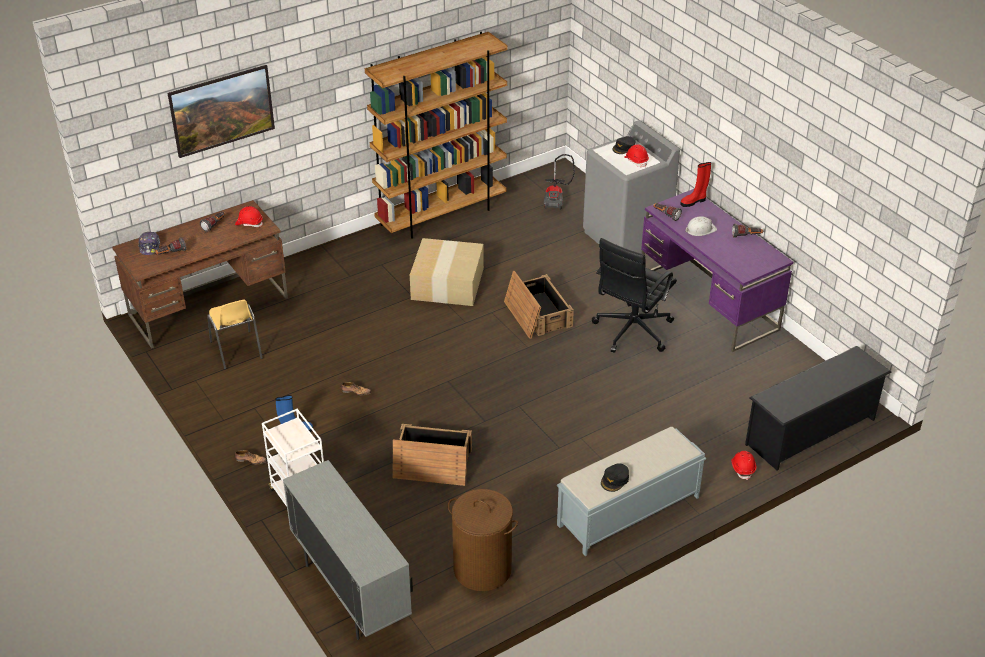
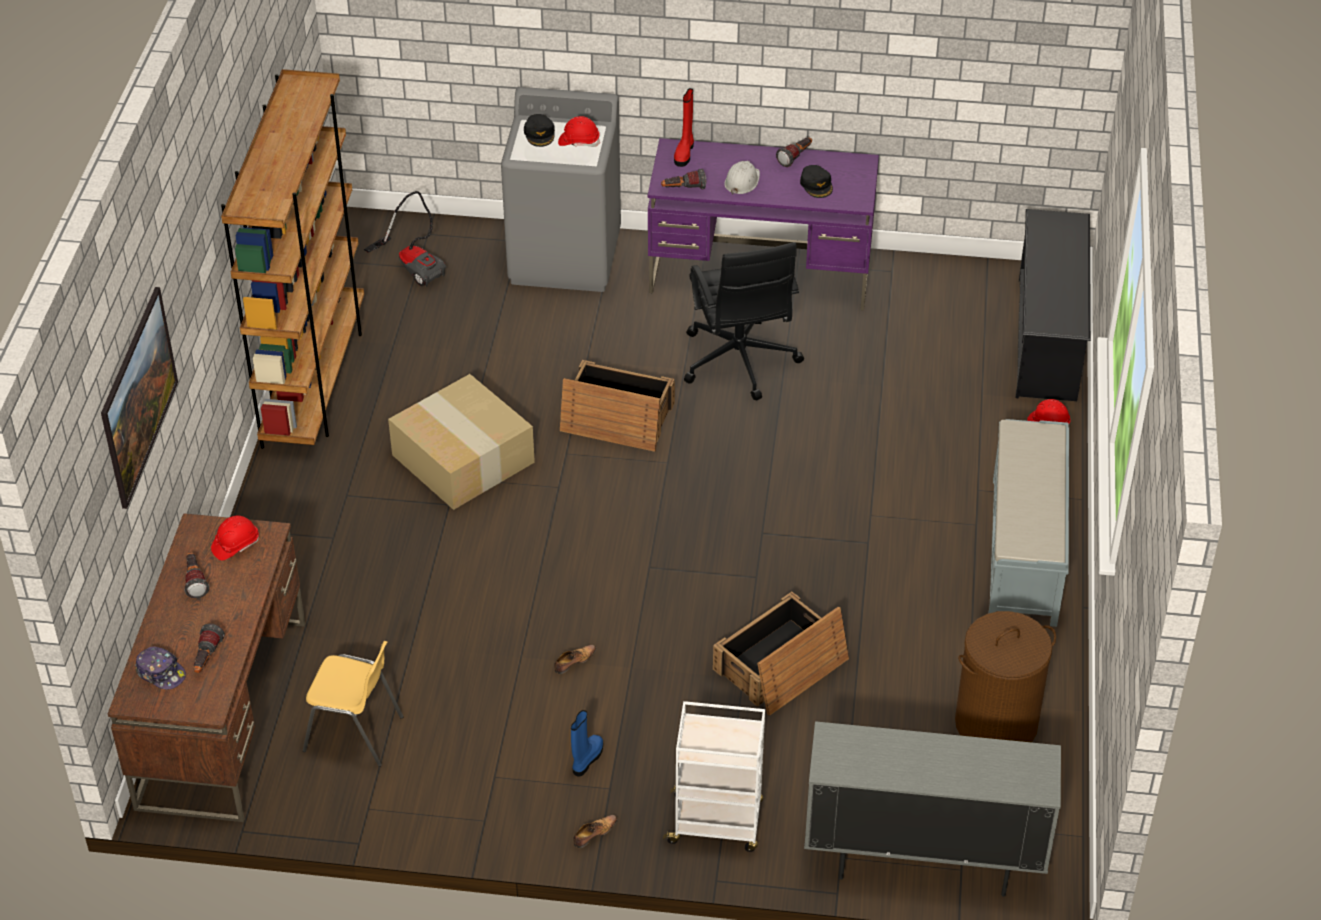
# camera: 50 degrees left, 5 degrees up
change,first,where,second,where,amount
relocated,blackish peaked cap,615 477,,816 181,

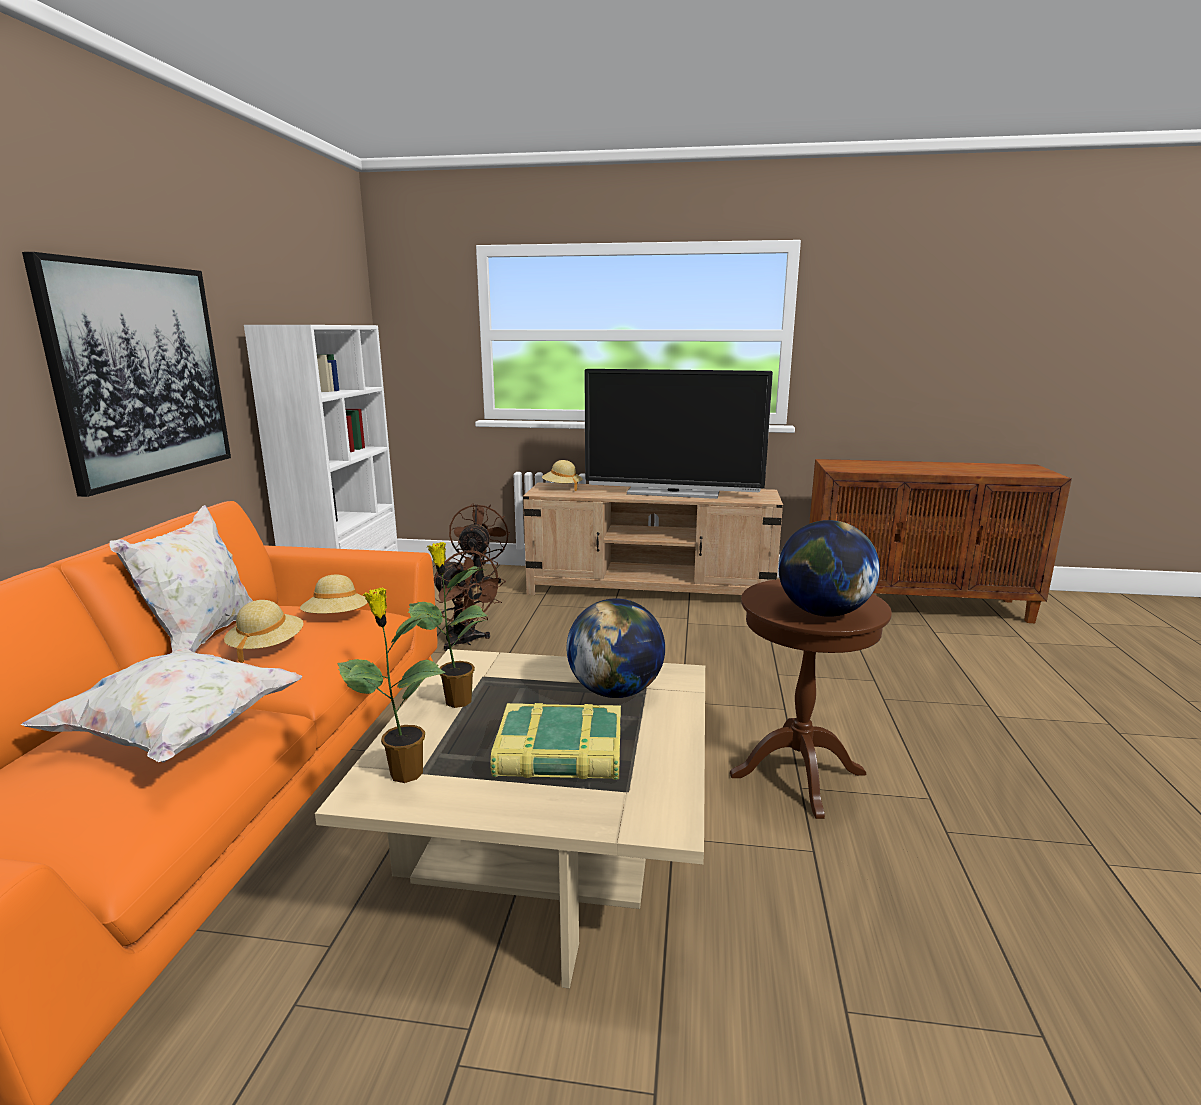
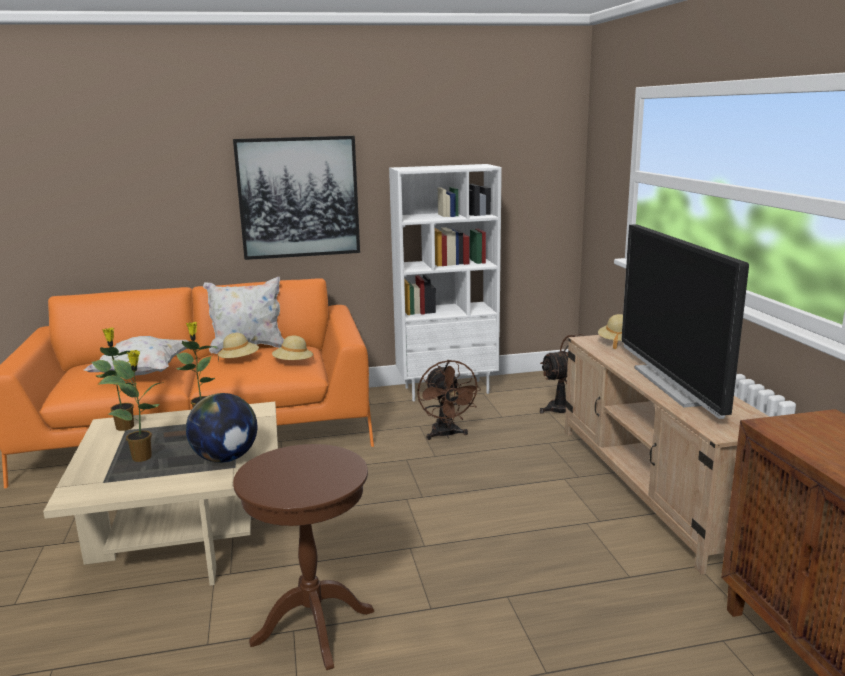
# camera: 70 degrees right, 0 degrees up
change,first,where,second,where,amount
missing,desk globe,829 568,,,
exchanged,bound book,556 741,potted plant,131 406,
spun,brown-coloured electric fan,470 600,,449 400,45 degrees counterclockwise

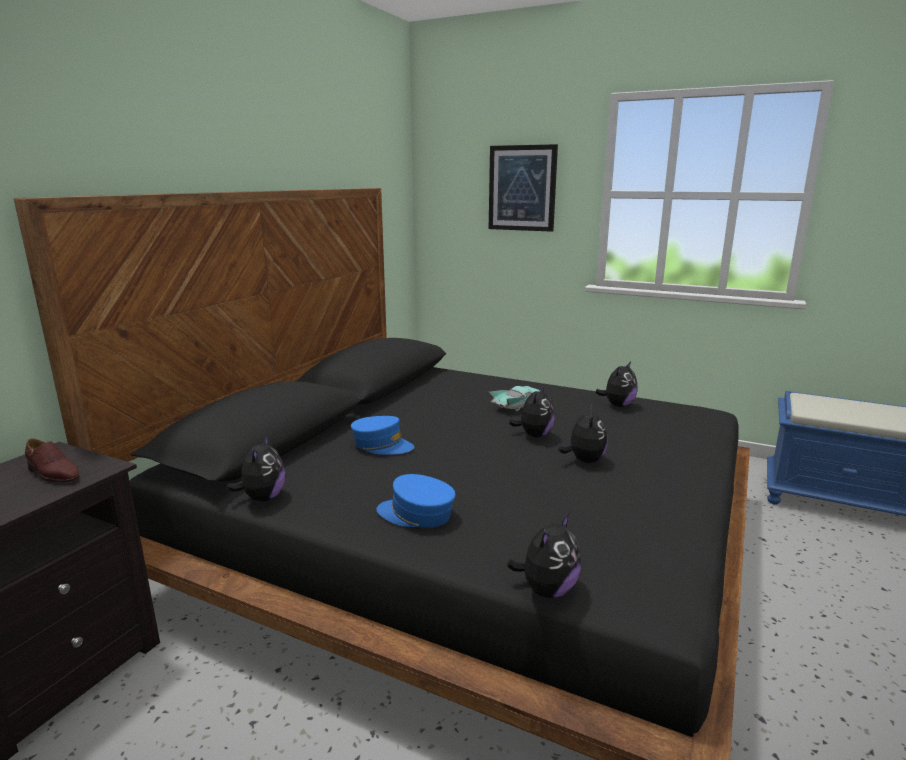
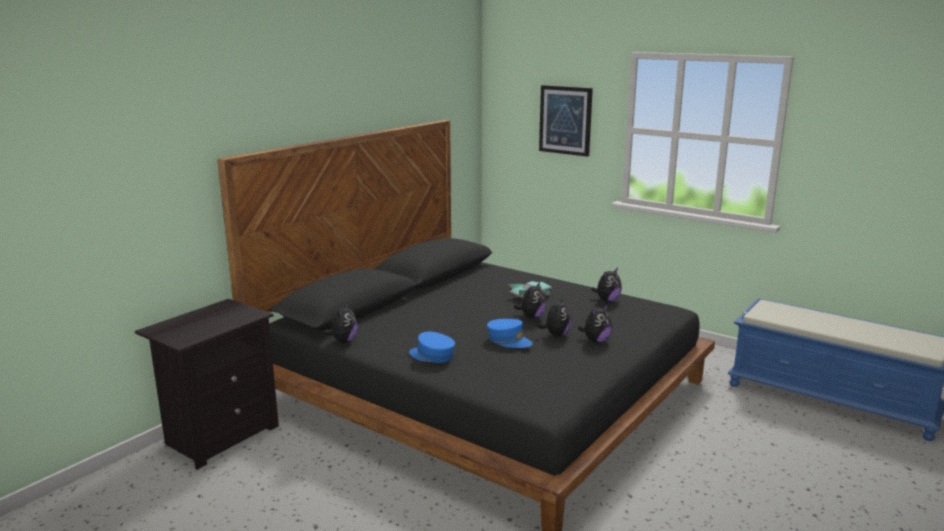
# camera: 10 degrees right, 0 degrees up
change,first,where,second,where,amount
missing,brown-coloured shoe,52 460,,,
relocated,bluish peaked cap,382 435,,510 333,
relocated,soft toy,544 555,,595 323,

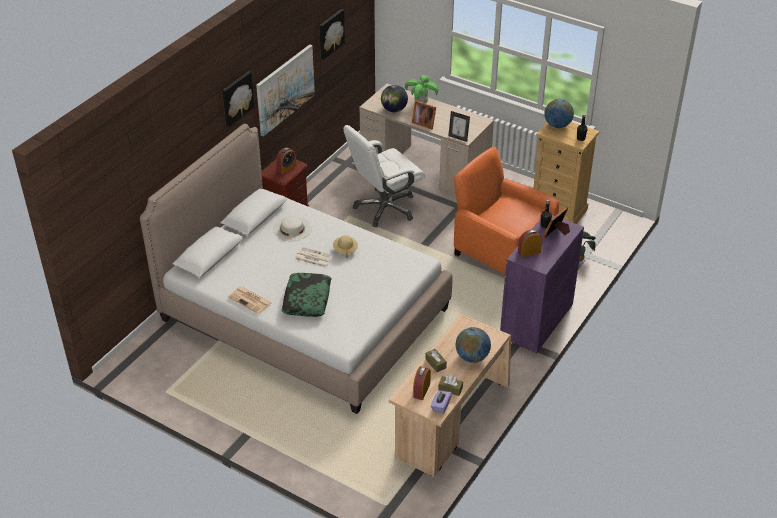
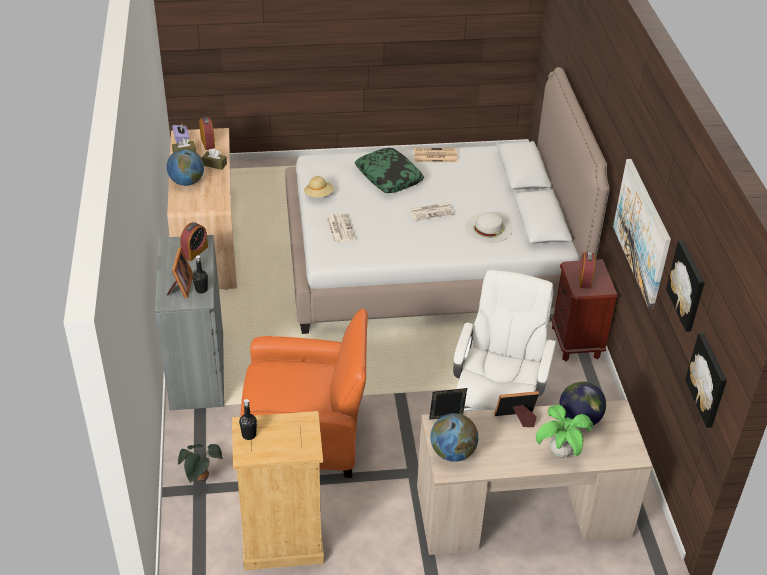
# camera: 140 degrees right, 0 degrees up
change,first,where,second,where,amount
appeared,,,printed paper,341 228,
relocated,picture,238 99,,706 380,
relocated,beige hat,345 246,,319 187,
relocated,desk globe,559 113,,454 437,
colour,purple-coloured cupboard,542 284,gray cupboard,189 322,

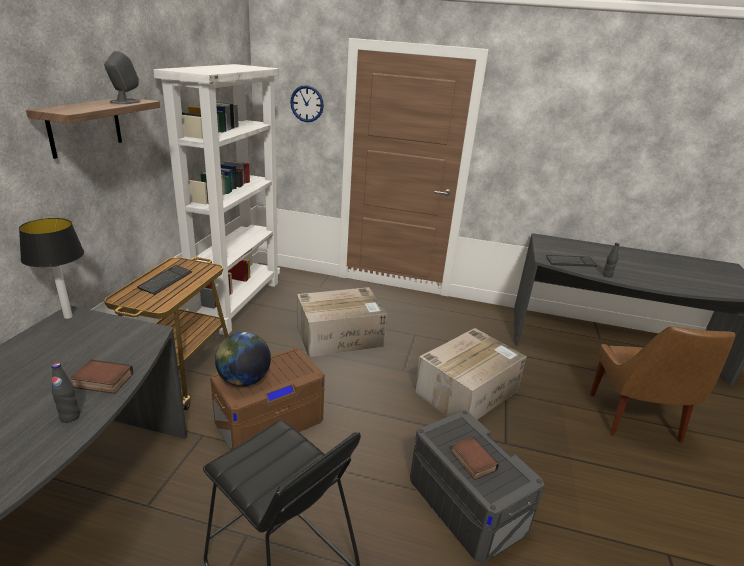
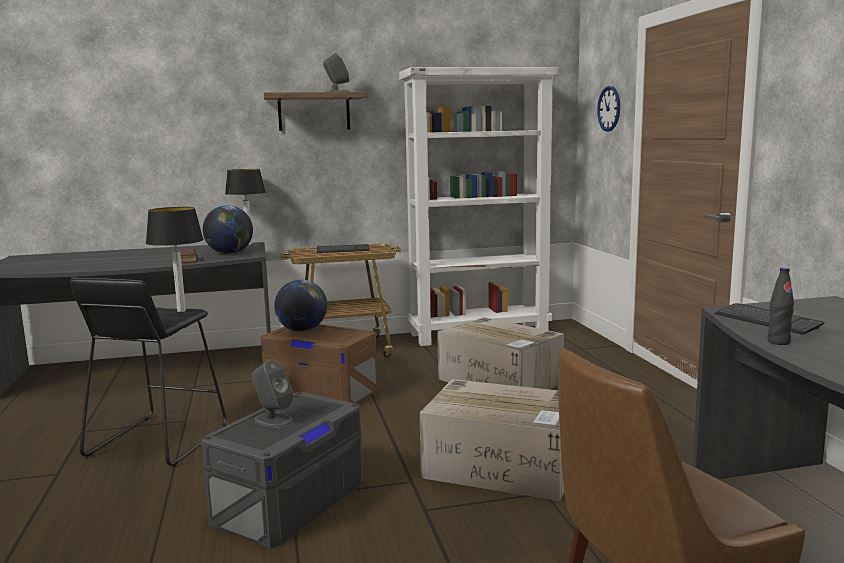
# camera: 65 degrees right, 15 degrees down
change,first,where,second,where,amount
missing,blackish drink bottle,66 393,,,
appeared,,,lamp for a table,175 259,
appeared,,,desk globe,228 229,
exchanged,bound book,475 458,gray loudspeaker,272 394,

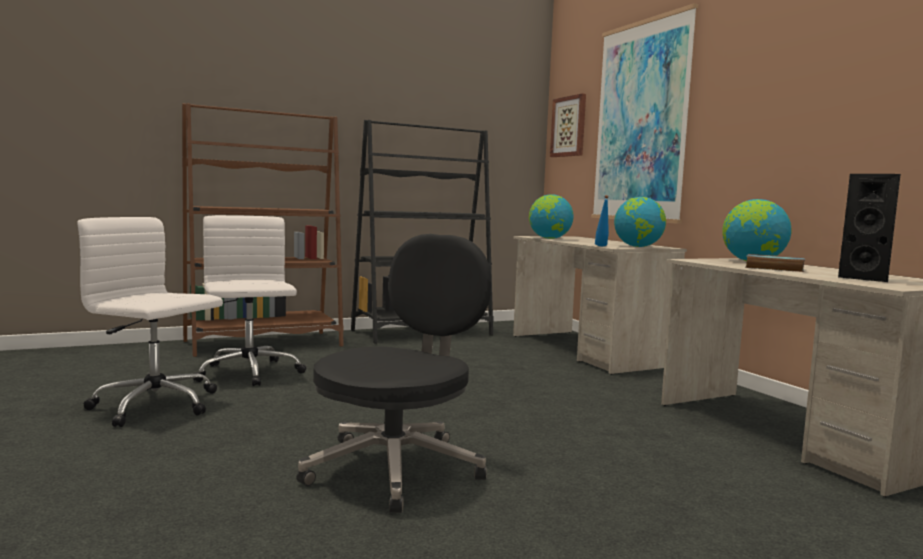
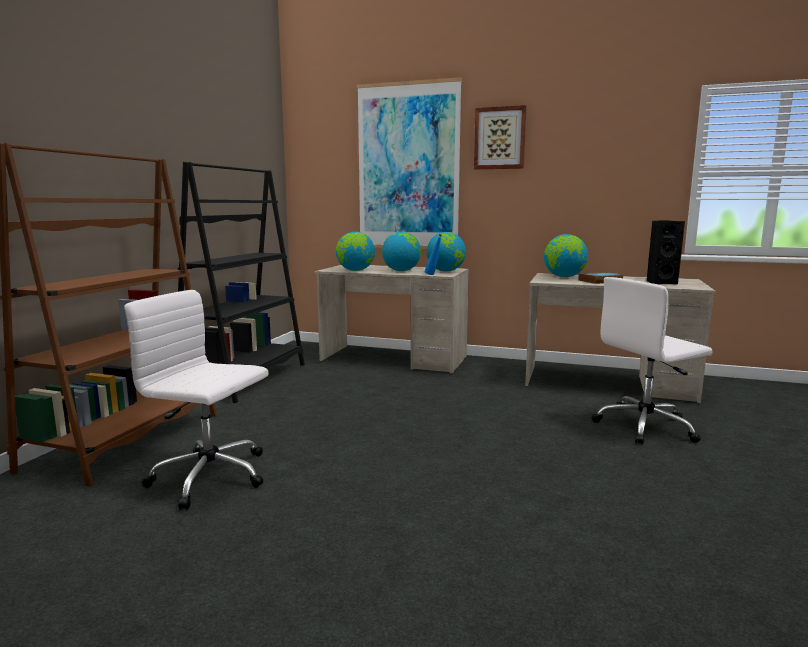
# camera: 45 degrees left, 5 degrees up
change,first,where,second,where,amount
missing,blackish desk chair,394 373,,,
appeared,,,desk globe,401 251,
relocated,whitish desk chair,150 322,,652 361,
relocated,picture,568 125,,500 137,

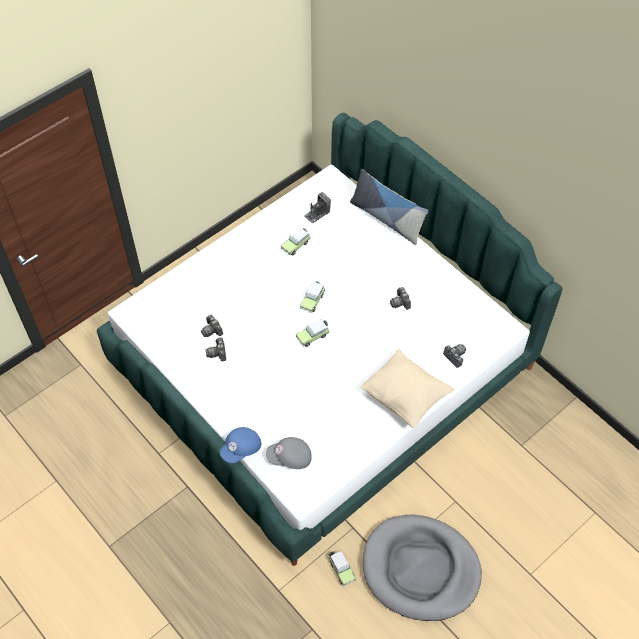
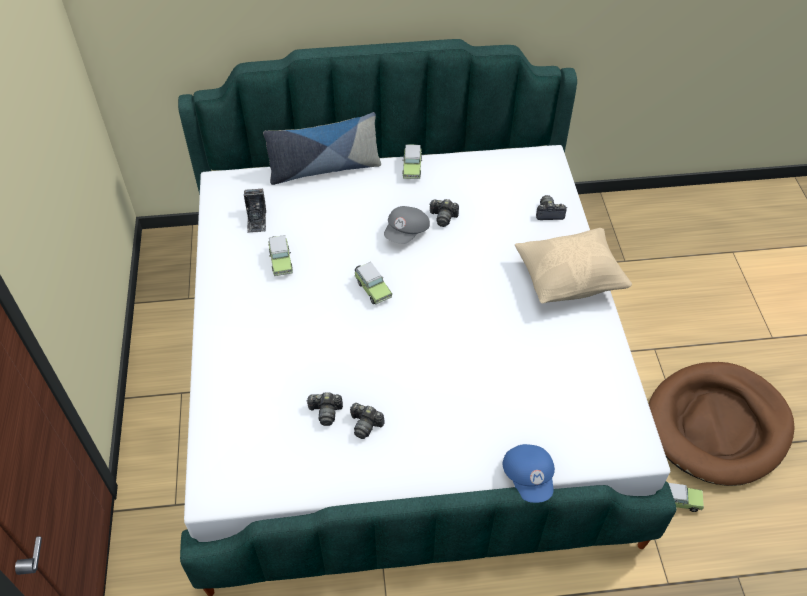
# camera: 55 degrees left, 5 degrees down
change,first,where,second,where,amount
relocated,gray peaked cap,289 453,,407 225,
relocated,toy car,313 333,,412 162,
colour,gray pet bed,422 568,brown-coloured pet bed,722 424,

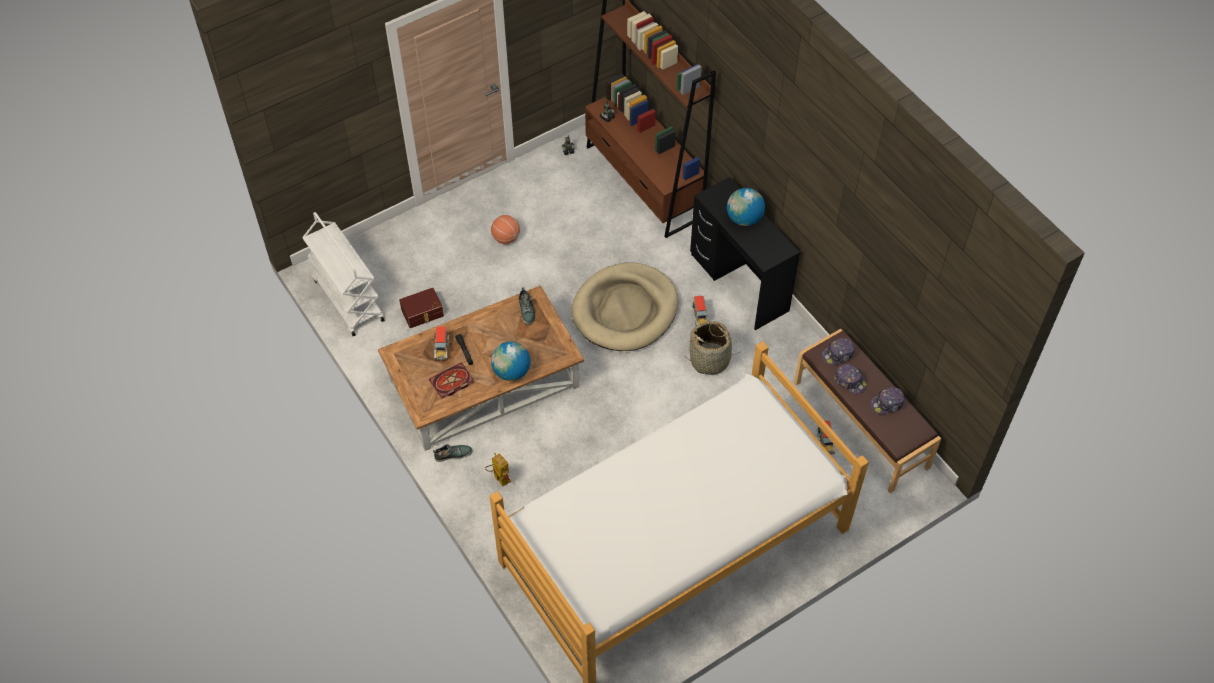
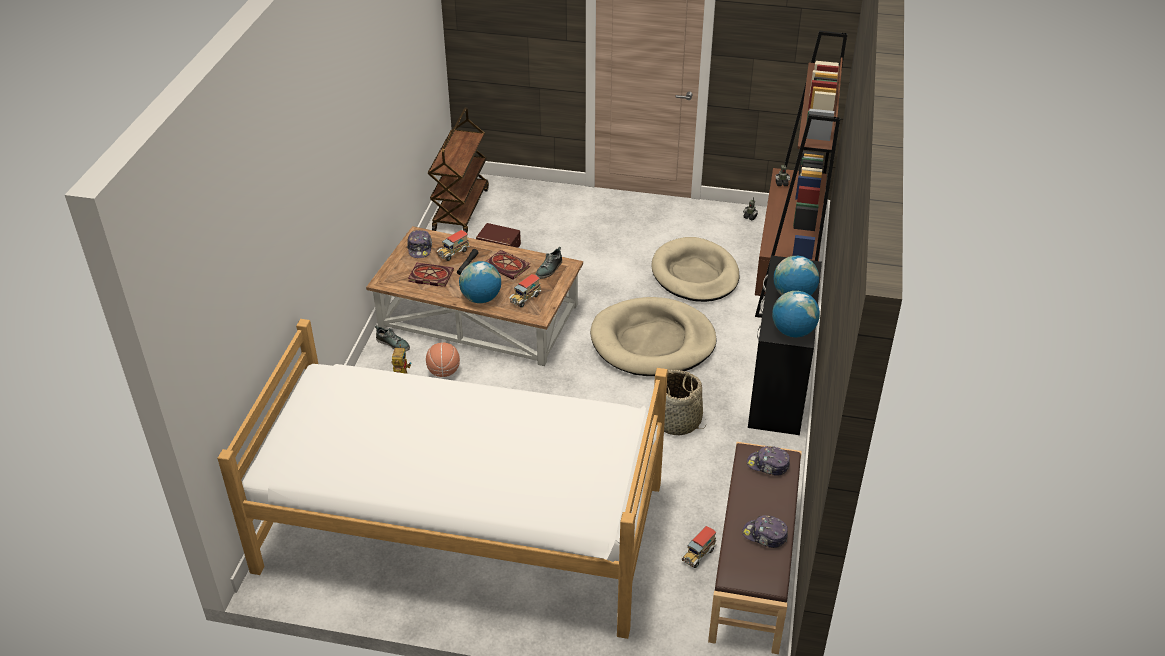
# camera: 45 degrees right, 15 degrees down
change,first,where,second,where,amount
appeared,,,bound book,507 265,
appeared,,,beige pet bed,695 269,
appeared,,,desk globe,796 314,
relocated,basketball,505 229,,443 360,
relocated,model truck,699 311,,525 291,
relocated,peaked cap,850 379,,419 244,
colour,whitish cart,343 274,brown-coloured cart,458 170,

